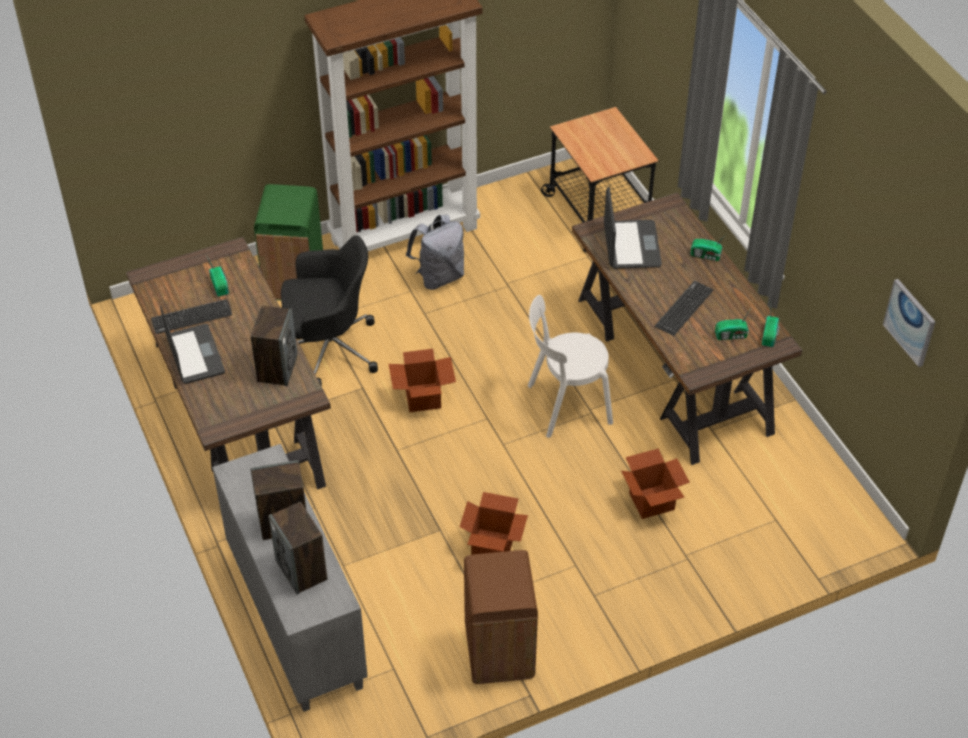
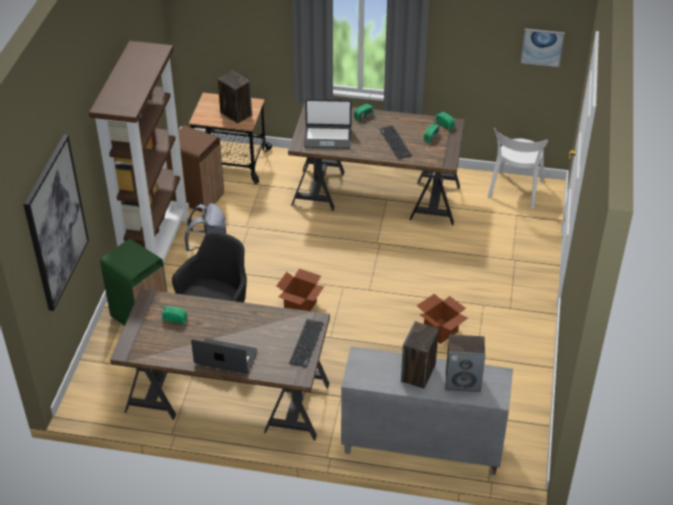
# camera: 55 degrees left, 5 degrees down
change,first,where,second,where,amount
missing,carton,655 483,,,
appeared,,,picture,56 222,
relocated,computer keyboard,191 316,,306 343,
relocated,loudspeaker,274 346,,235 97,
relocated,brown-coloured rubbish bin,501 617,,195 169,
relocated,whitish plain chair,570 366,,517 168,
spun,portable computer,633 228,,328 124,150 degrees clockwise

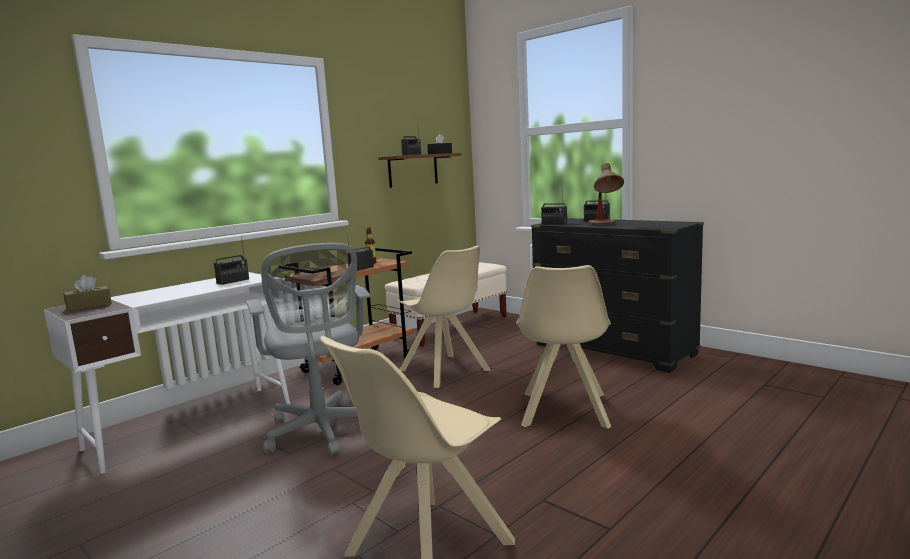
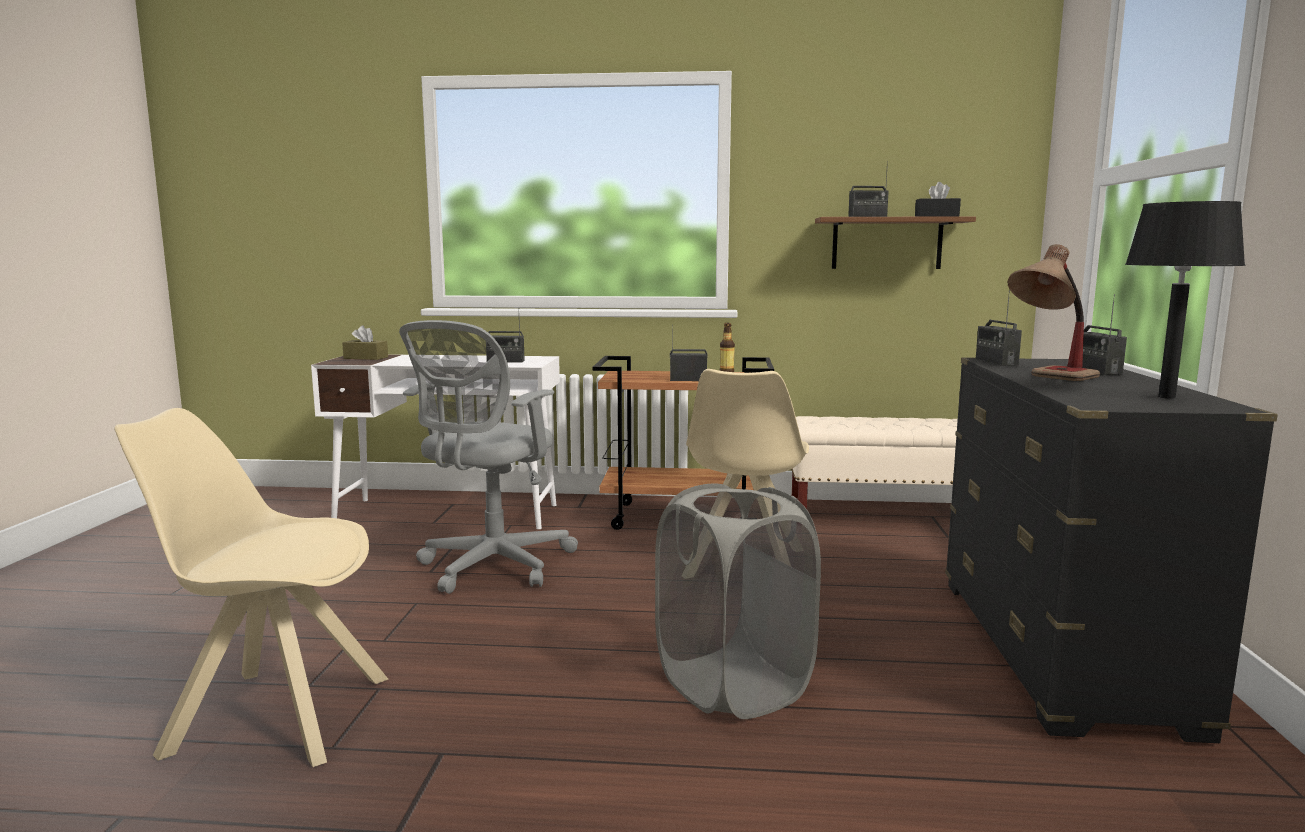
# camera: 50 degrees right, 0 degrees up
change,first,where,second,where,amount
appeared,,,blackish lamp for a table,1185 300,
exchanged,beige plain chair,563 347,gray laundry basket,738 601,

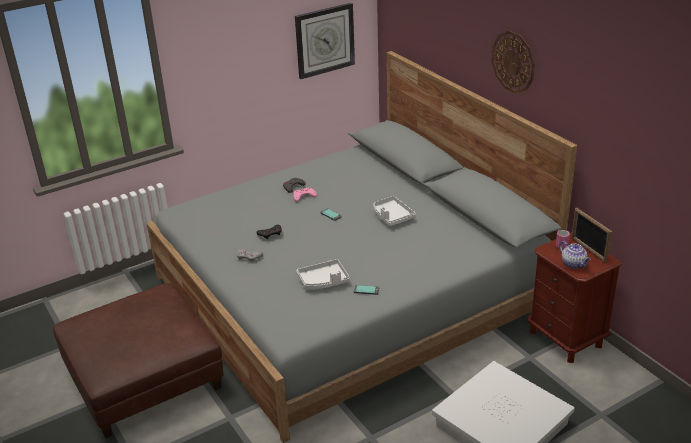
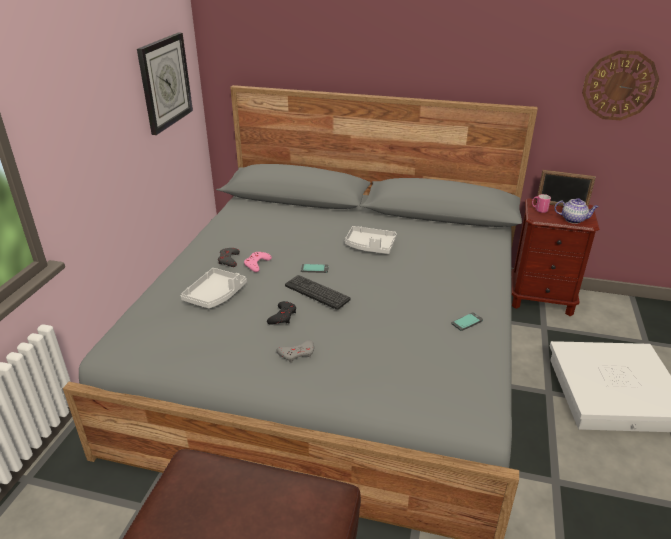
# camera: 45 degrees left, 0 degrees up
change,first,where,second,where,amount
appeared,,,computer keyboard,317 292,
relocated,gray carrying tray,323 274,,214 288,
relocated,wall clock,513 62,,620 85,

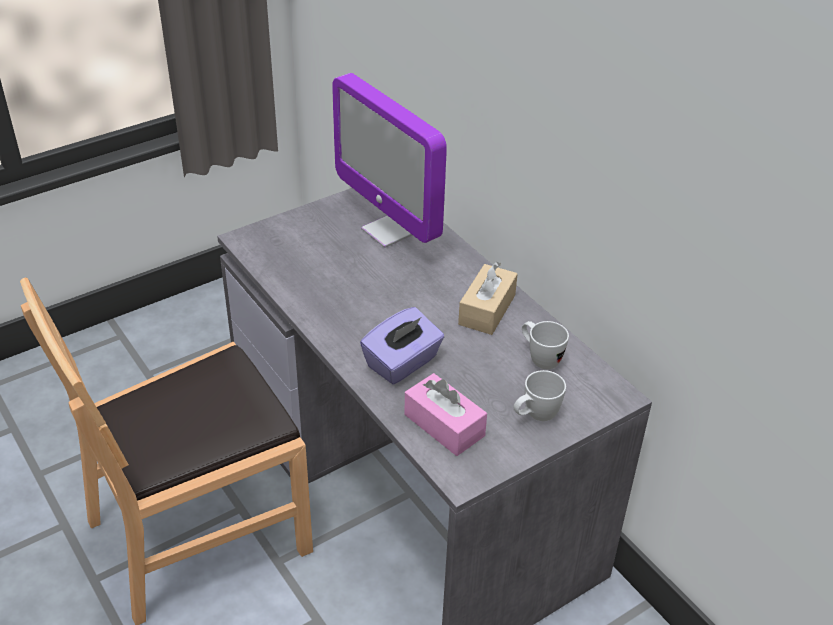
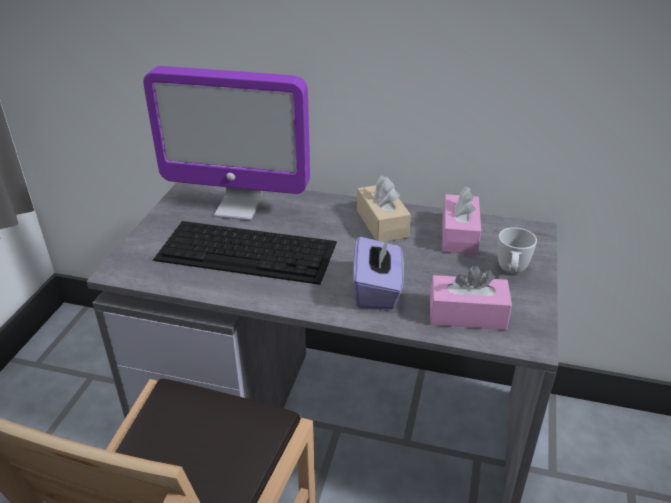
# camera: 40 degrees left, 5 degrees down
change,first,where,second,where,amount
appeared,,,computer keyboard,245 253,
exchanged,whitish mug,545 345,pinkish box of tissues,461 220,

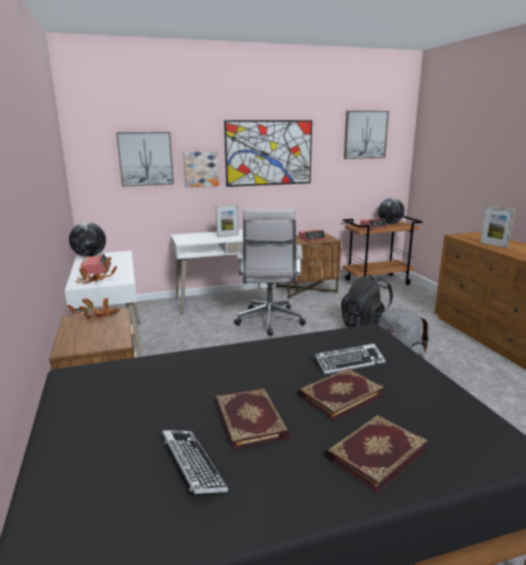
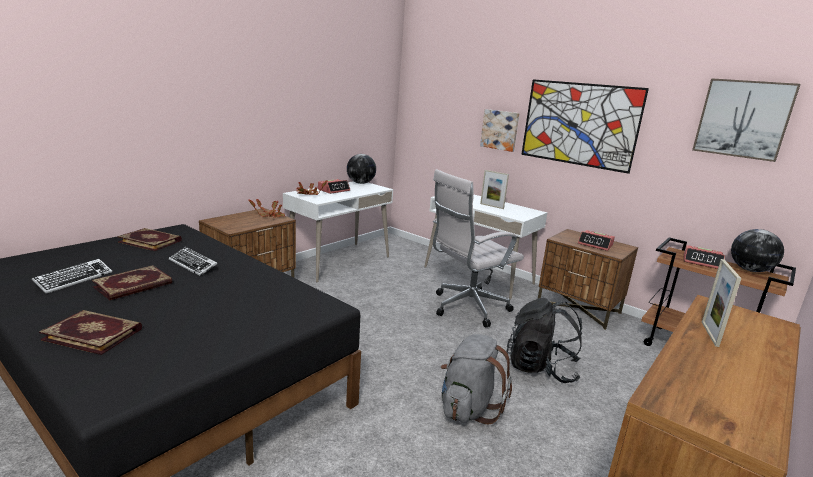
# camera: 55 degrees right, 0 degrees up
change,first,where,second,where,amount
missing,picture,145 159,,,
relocated,bound book,341 394,,149 239,
relocated,computer keyboard,350 358,,193 261,

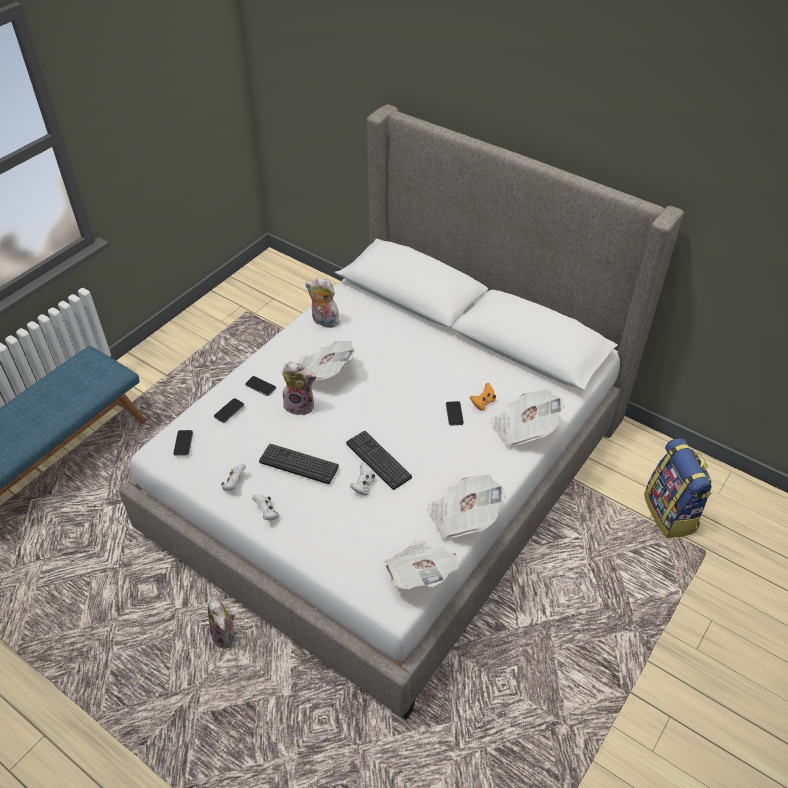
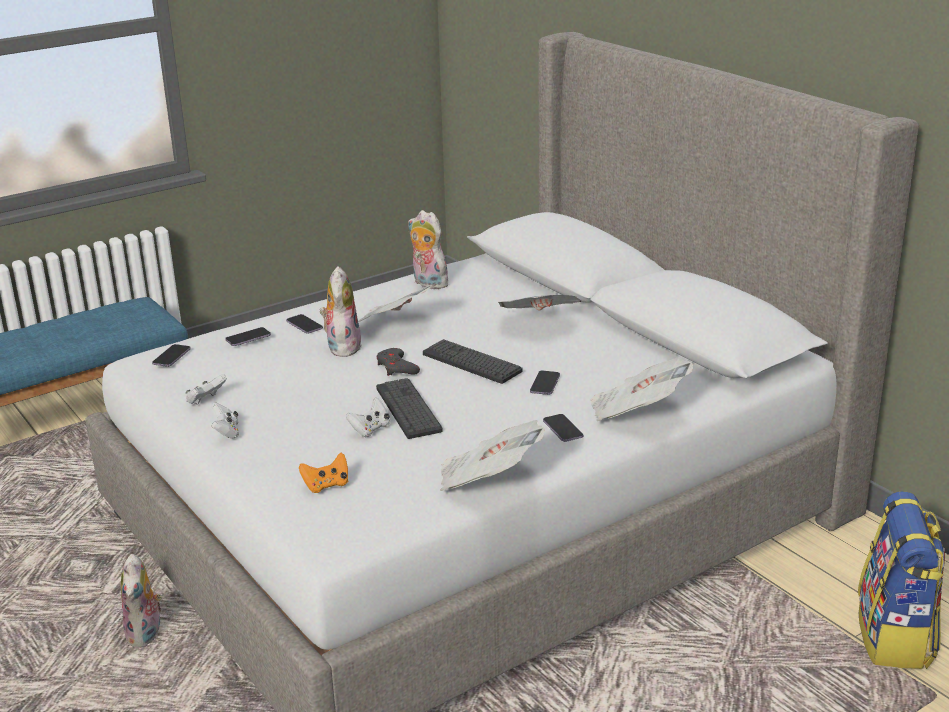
# camera: 20 degrees right, 20 degrees down
change,first,where,second,where,amount
appeared,,,gray game controller,398 362,
appeared,,,handset,563 428,
relocated,computer keyboard,299 464,,473 361,
relocated,printed paper,421 565,,540 303,
relocated,orange-coloured game controller,483 397,,323 473,
spun,soft toy,299 388,,341 311,120 degrees counterclockwise

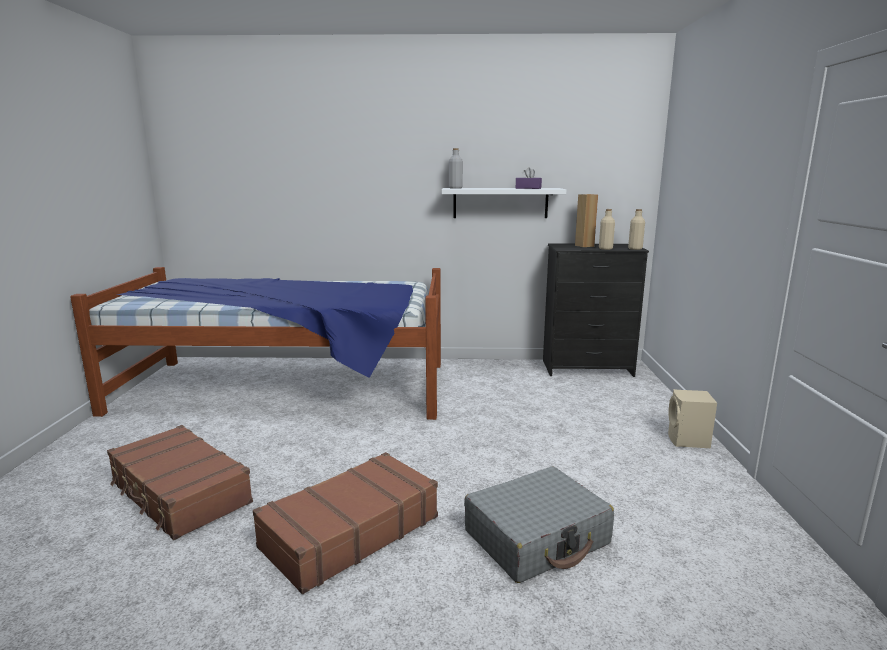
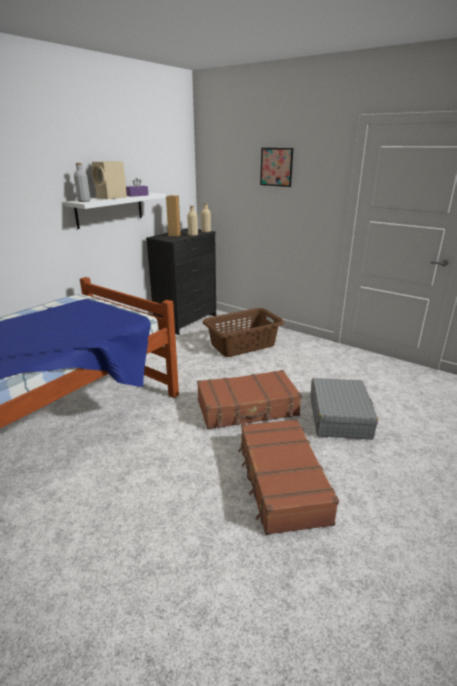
# camera: 55 degrees left, 10 degrees up
change,first,where,second,where,amount
appeared,,,brown-coloured laundry basket,243 332,
appeared,,,picture,277 167,
relocated,brown-coloured piece of luggage,180 482,,249 399,
relocated,beige loudspeaker,692 418,,109 180,

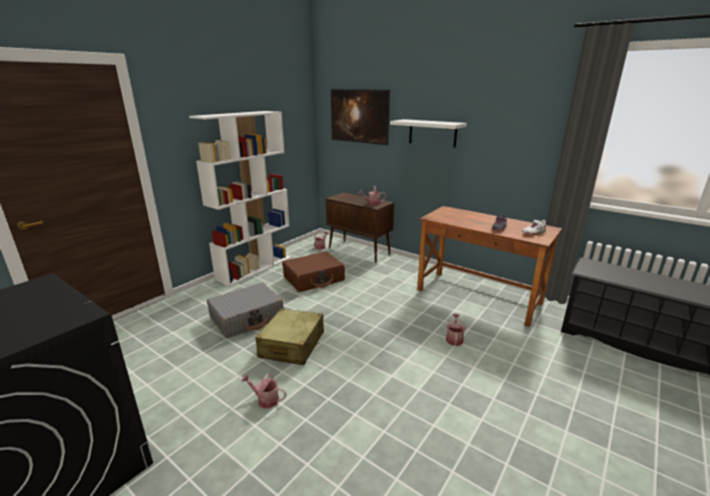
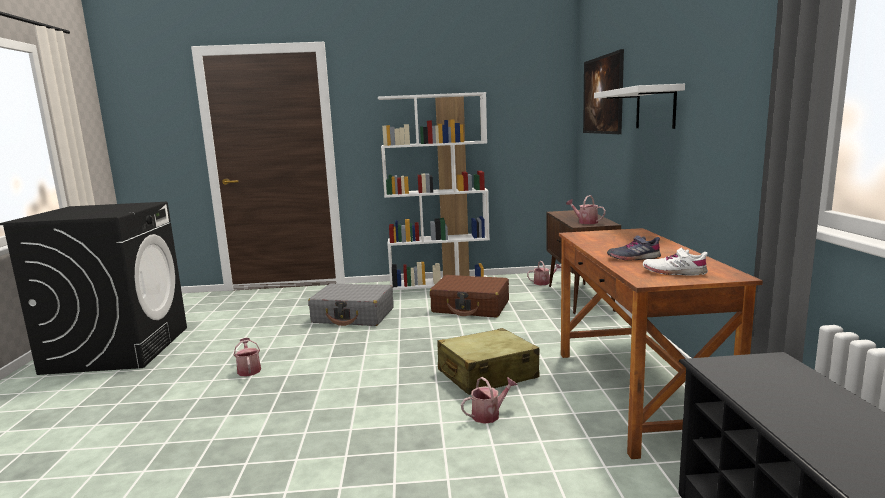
# camera: 50 degrees right, 10 degrees down
change,first,where,second,where,amount
relocated,beige piece of luggage,289 336,,488 361,

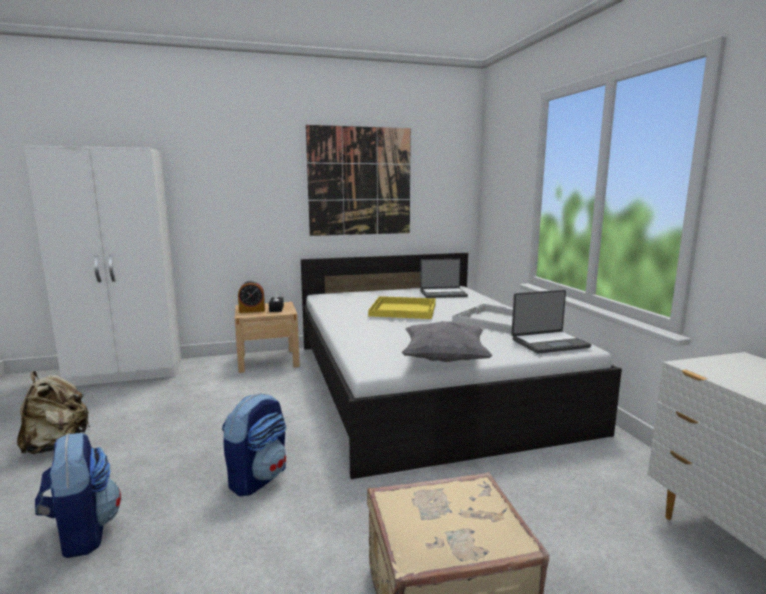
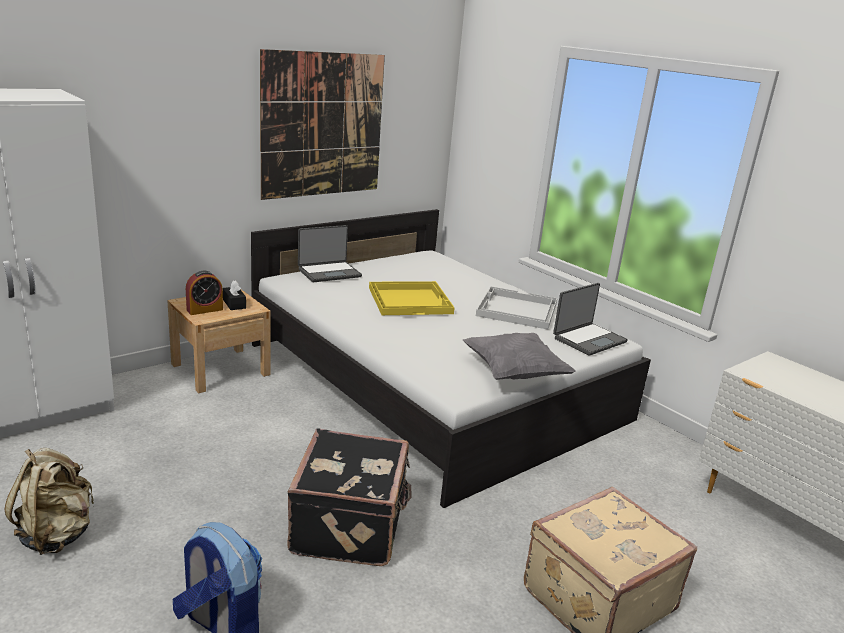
# camera: 25 degrees left, 10 degrees up
change,first,where,second,where,amount
relocated,portable computer,444 278,,330 253,
exchanged,backpack,254 444,blackish piece of luggage,349 497,

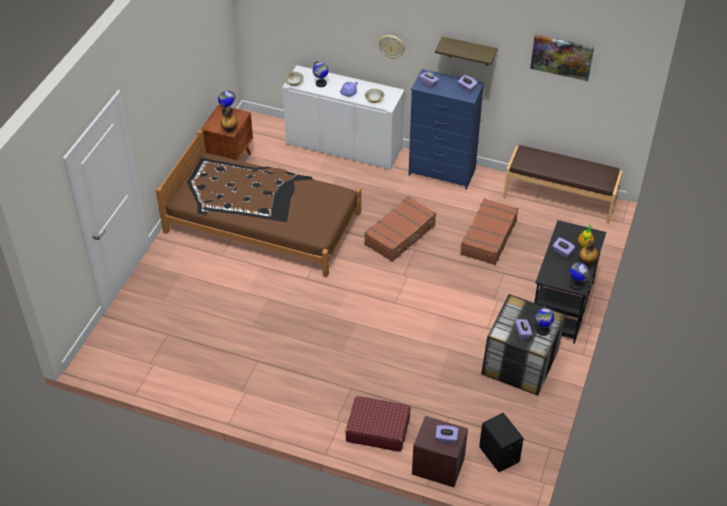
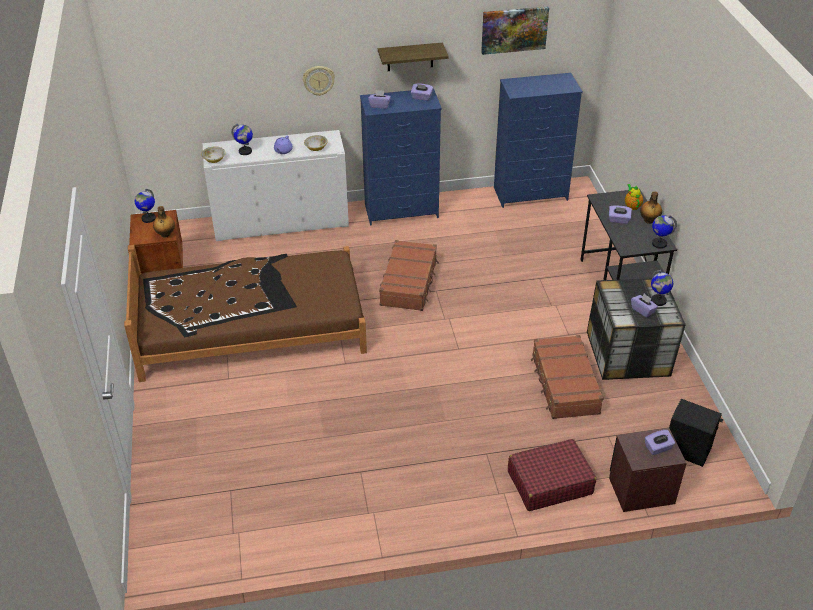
# camera: 30 degrees left, 5 degrees down
change,first,where,second,where,amount
relocated,brown-coloured piece of luggage,489 231,,567 377,
exchanged,brown-coloured bench,563 184,bluish chest of drawers,538 140,

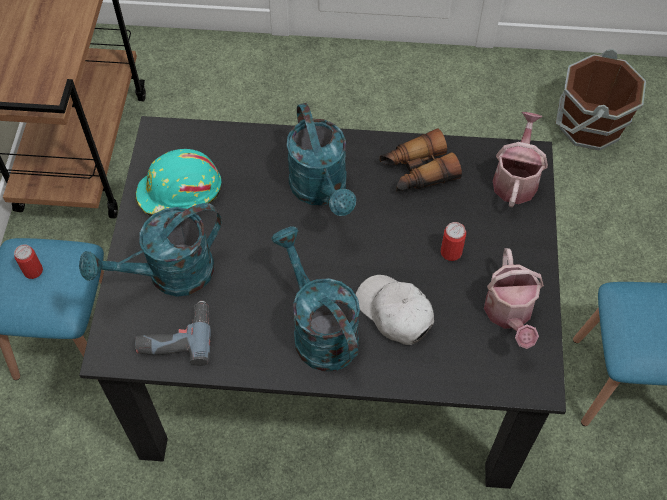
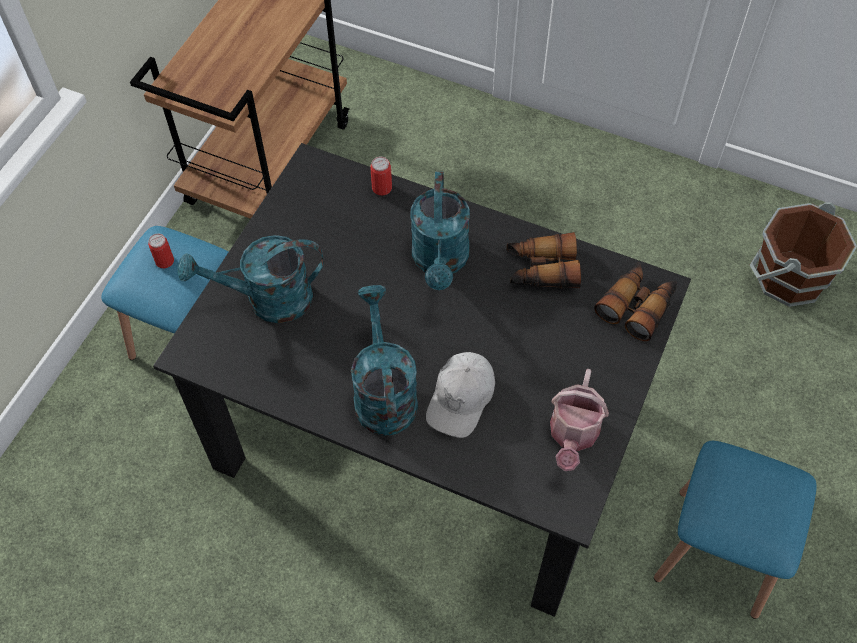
# camera: 20 degrees right, 0 degrees up
change,first,where,second,where,amount
missing,power drill,173 333,,,
missing,blue-green safety helmet,178 183,,,
relocated,metal can,453 241,,381 176,
exchanged,sprinkling can,520 159,binoculars,635 301,
spun,whitish peaked cap,394 310,,460 395,135 degrees counterclockwise

